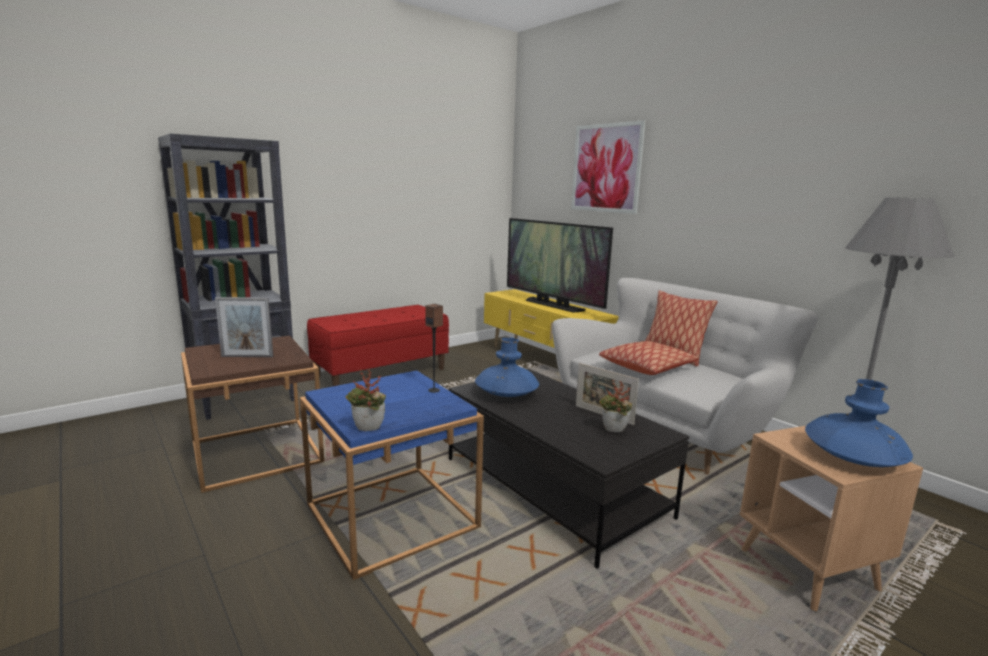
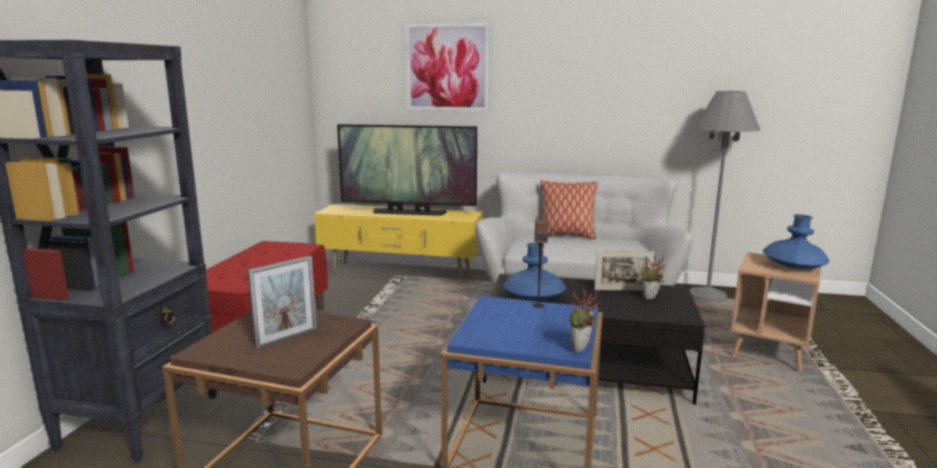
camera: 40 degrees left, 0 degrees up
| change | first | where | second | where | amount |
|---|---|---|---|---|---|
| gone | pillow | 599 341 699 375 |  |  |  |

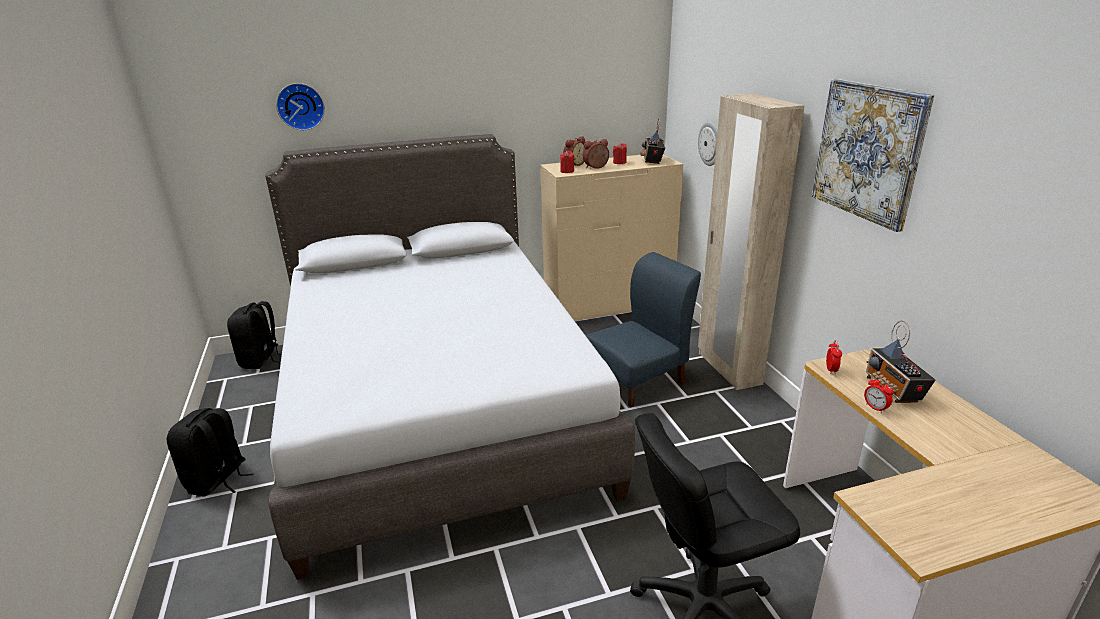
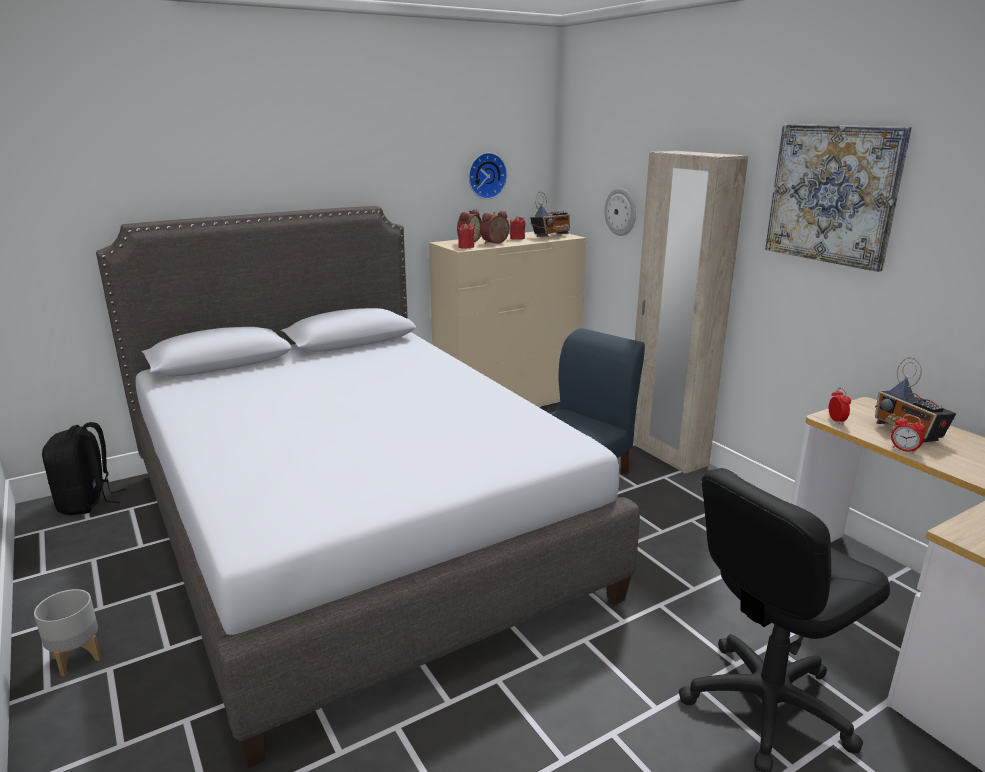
camera: 15 degrees left, 5 degrees down
| change | first | where | second | where | amount |
|---|---|---|---|---|---|
| swapped | black backpack | 167 408 254 497 | grey planter | 34 589 102 676 |  |
| shifted | wall clock | 276 83 325 130 |  | 469 153 507 199 |  |
| rotated | radio | 640 119 665 164 |  | 530 192 570 237 | 120 degrees counterclockwise |

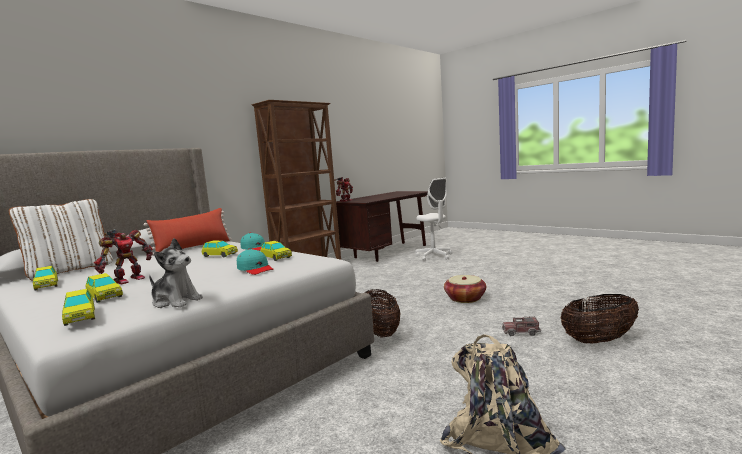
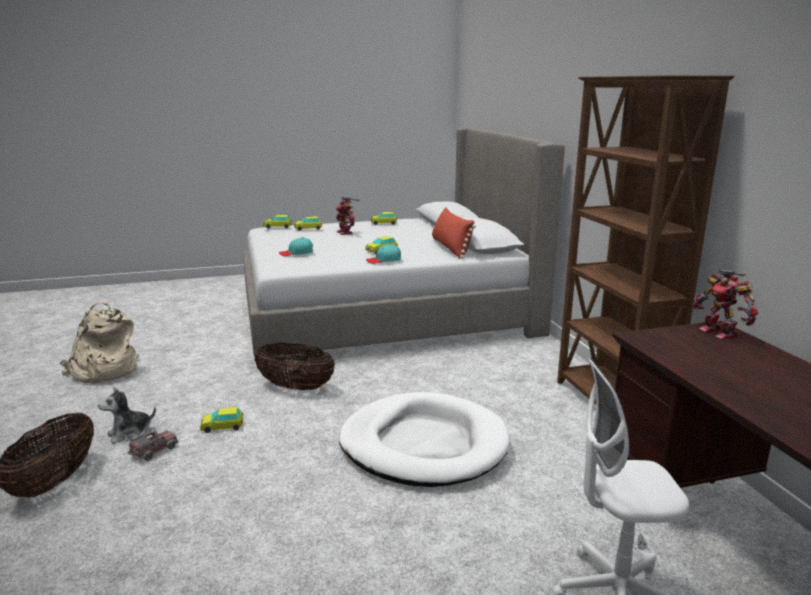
camera: 120 degrees right, 10 degrees up
| change | first | where | second | where | amount |
|---|---|---|---|---|---|
| shifted | plush toy | 149 238 203 308 |  | 98 388 156 444 |  |
| shifted | toy car | 260 241 292 261 |  | 200 407 243 433 |  |
| new |  |  | white dog bed | 339 392 510 487 |  |
| gone | white pillow | 9 199 113 280 |  |  |  |
| gone | basket | 444 275 486 303 |  |  |  |

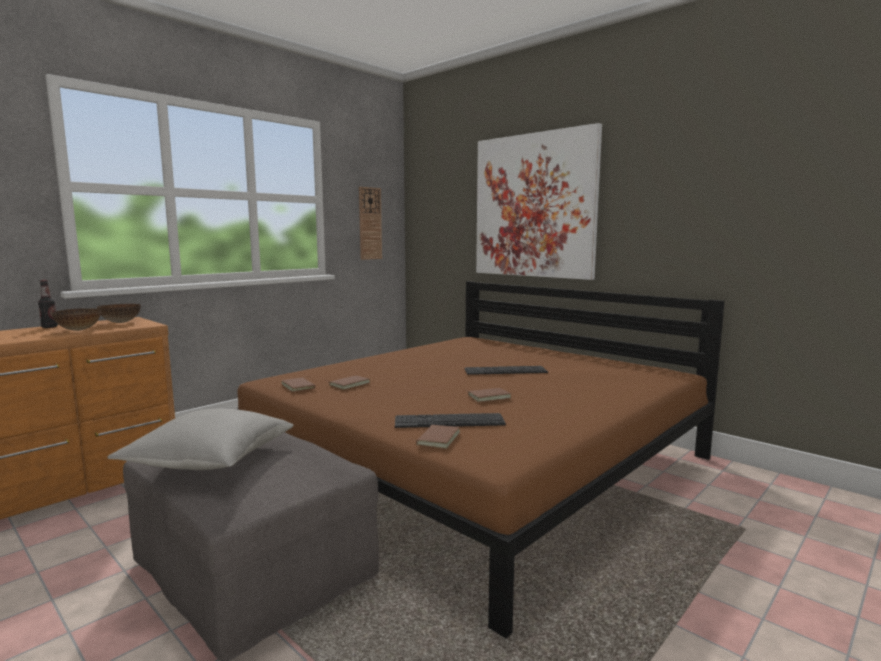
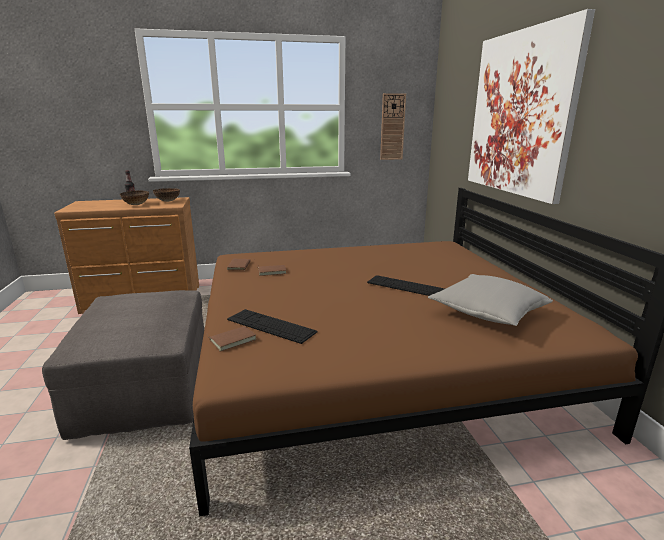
camera: 35 degrees right, 10 degrees up
| change | first | where | second | where | amount |
|---|---|---|---|---|---|
| shifted | grey pillow | 107 409 294 470 |  | 428 274 553 326 |  |
| gone | brown book | 465 388 511 402 |  |  |  |

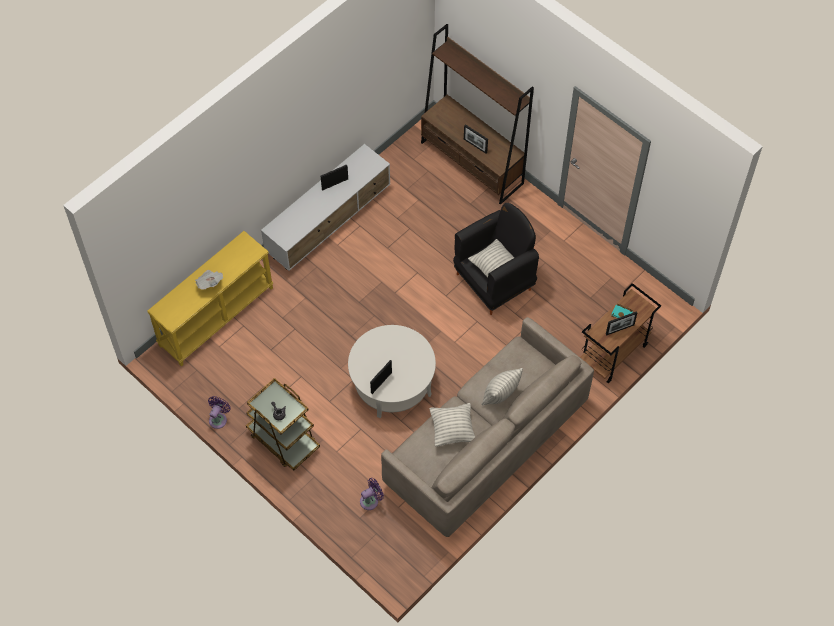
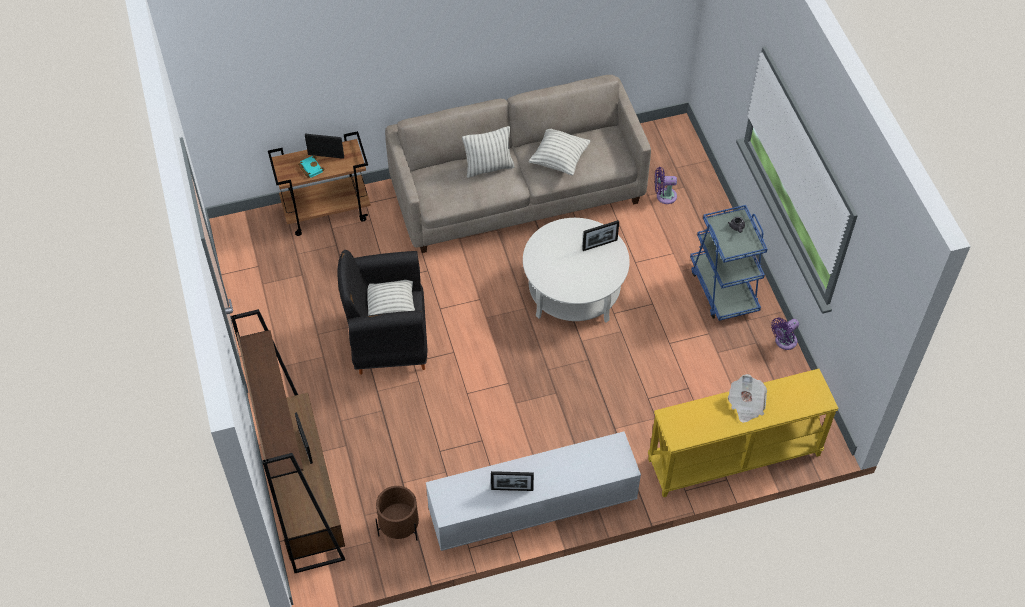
camera: 150 degrees left, 5 degrees down
| change | first | where | second | where | amount |
|---|---|---|---|---|---|
| new |  |  | brown planter | 375 486 419 541 |  |
| repainted | brown cart | 246 378 320 471 | blue cart | 690 205 767 321 |  |

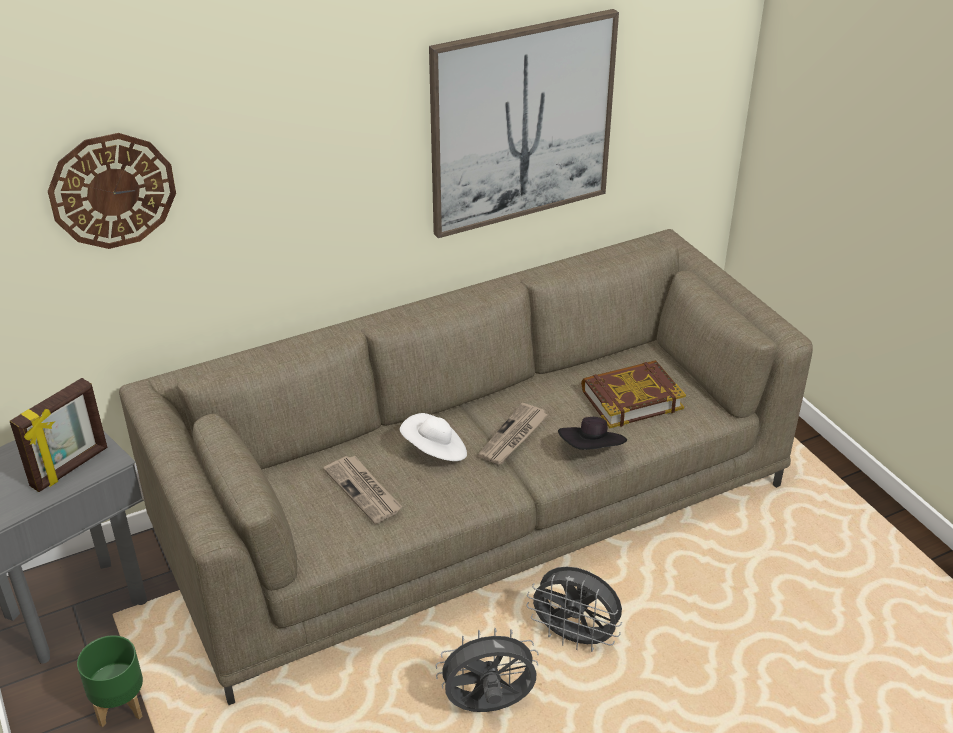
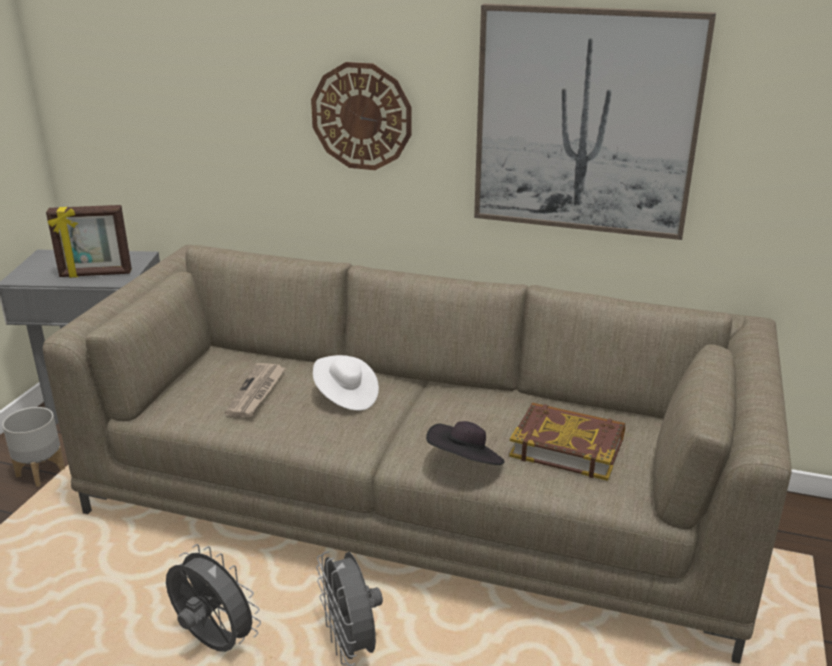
camera: 45 degrees right, 10 degrees down
| change | first | where | second | where | amount |
|---|---|---|---|---|---|
| repainted | green planter | 77 635 143 727 | grey planter | 2 407 65 487 |  |
| shifted | wall clock | 48 133 176 249 |  | 311 62 411 170 |  |
| gone | newspaper | 478 403 548 465 |  |  |  |

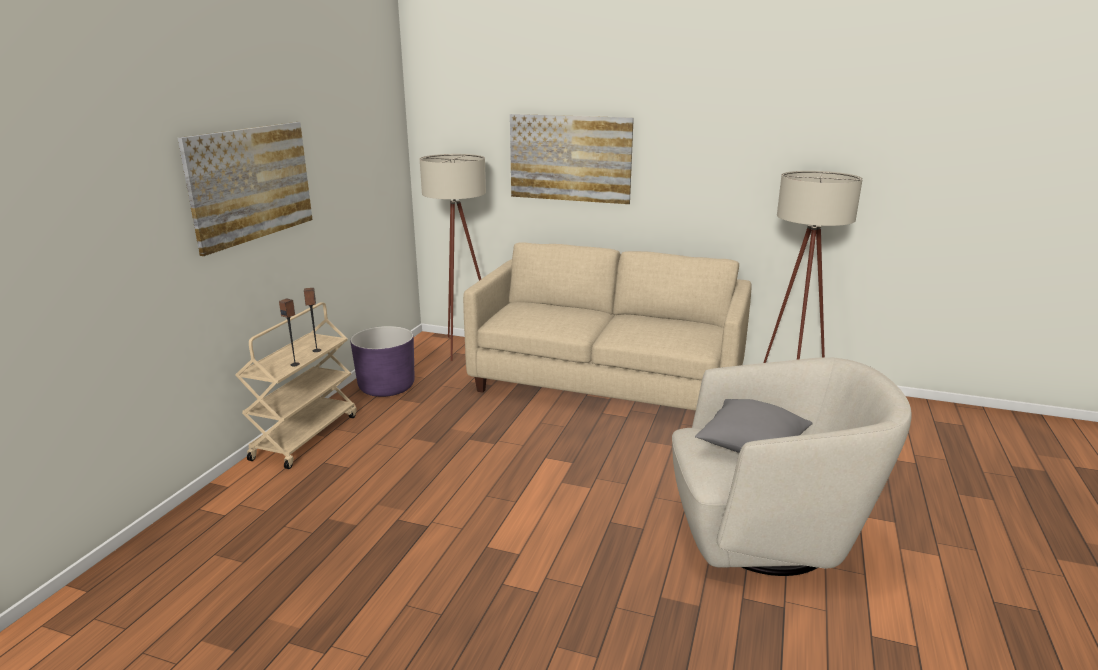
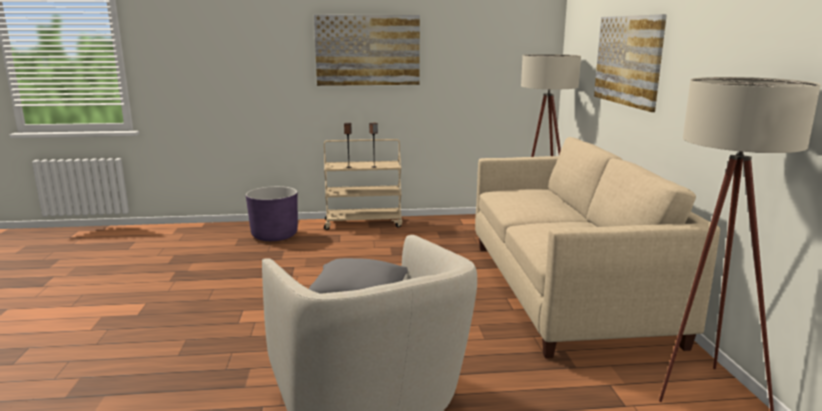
camera: 65 degrees right, 5 degrees down
| change | first | where | second | where | amount |
|---|---|---|---|---|---|
| shifted | purple planter | 350 326 414 397 |  | 246 186 298 241 |  |

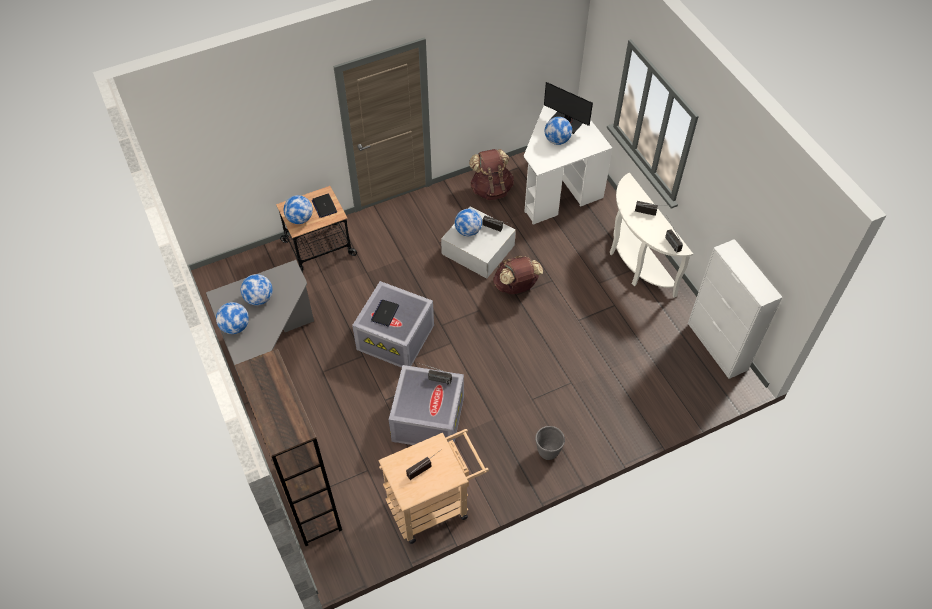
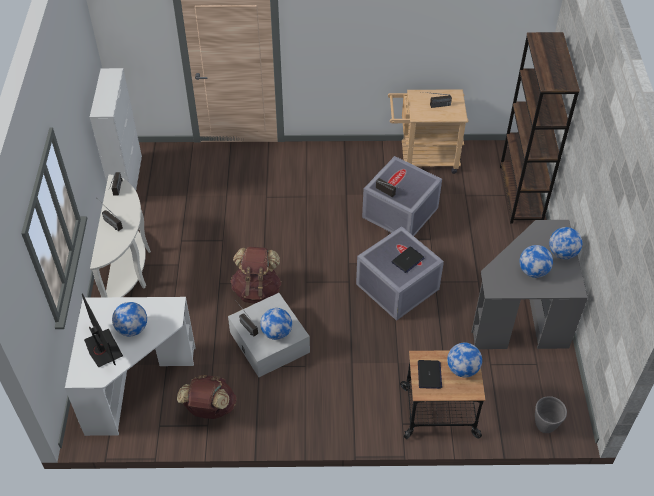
camera: 155 degrees left, 5 degrees down
| change | first | where | second | where | amount |
|---|---|---|---|---|---|
| shifted | grey planter | 535 426 565 460 |  | 535 396 567 433 |  |

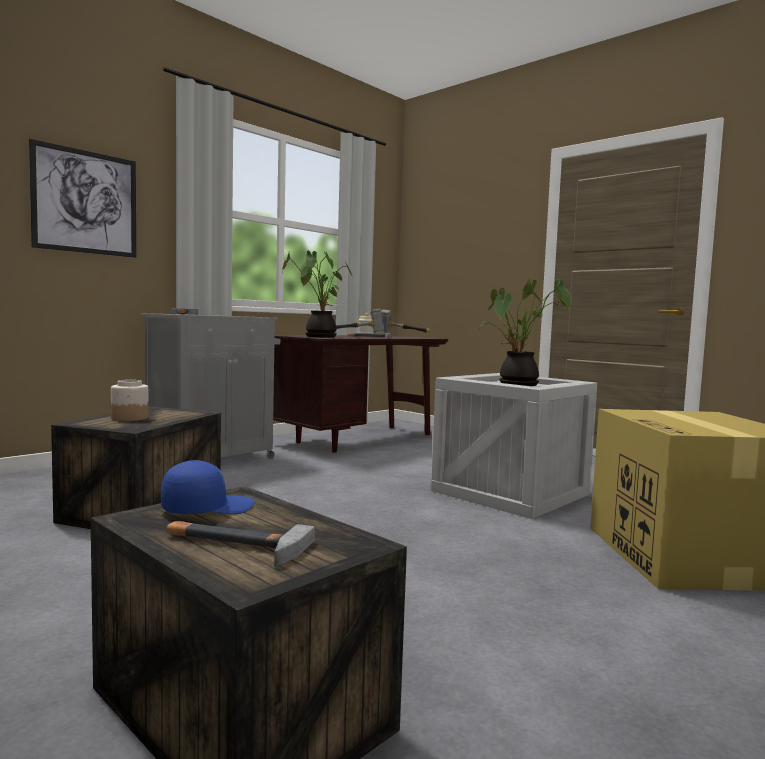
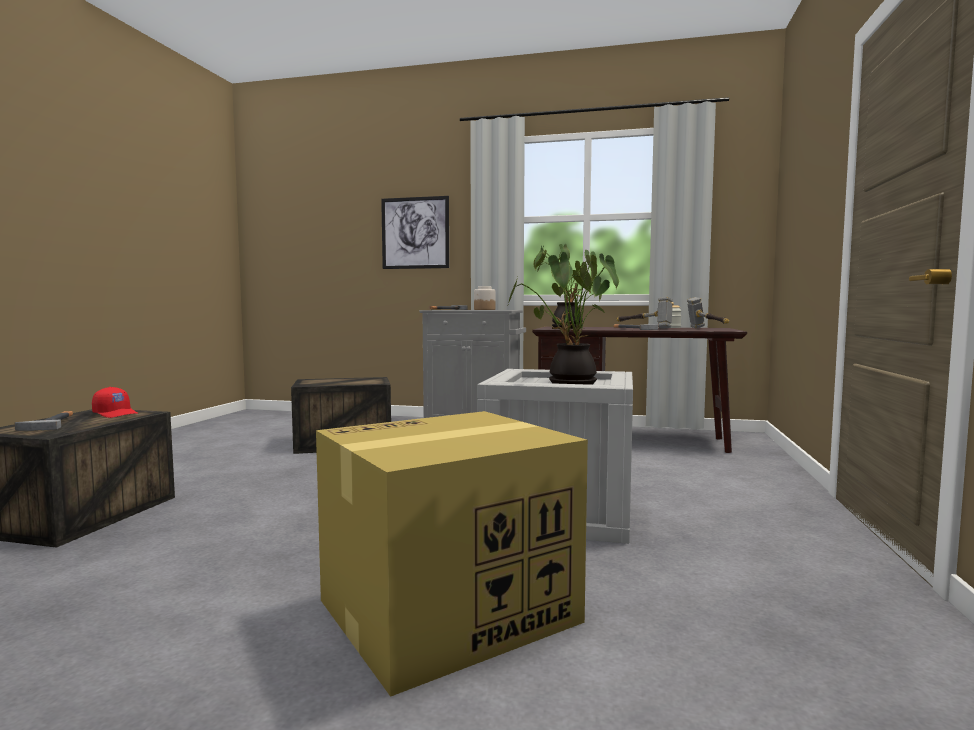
camera: 60 degrees right, 0 degrees up
| change | first | where | second | where | amount |
|---|---|---|---|---|---|
| repainted | blue cap | 161 460 254 514 | red cap | 92 387 138 418 |  |
| shifted | jar | 111 380 149 421 |  | 474 286 495 310 |  |

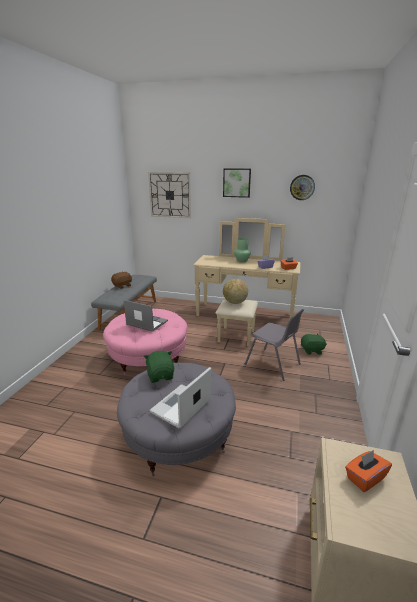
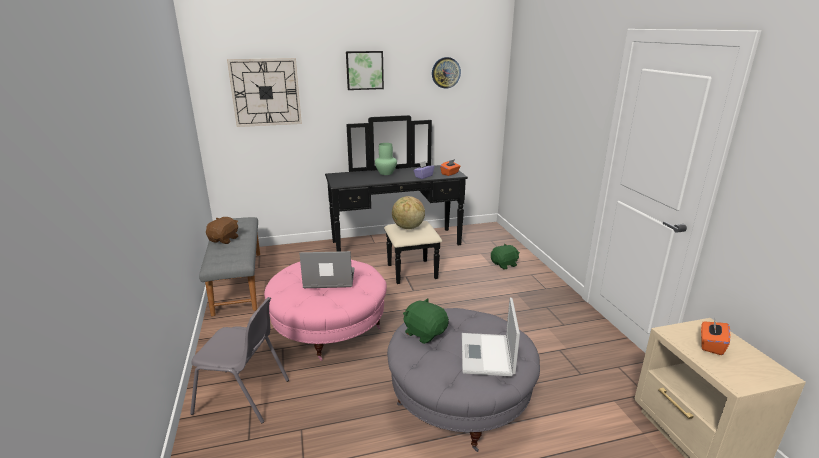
camera: 30 degrees left, 0 degrees up
| change | first | where | second | where | amount |
|---|---|---|---|---|---|
| shifted | grey chair | 245 309 304 381 |  | 190 297 289 423 |  |
| repainted | beige dresser | 193 218 301 346 | black dresser | 325 115 468 284 |  |

